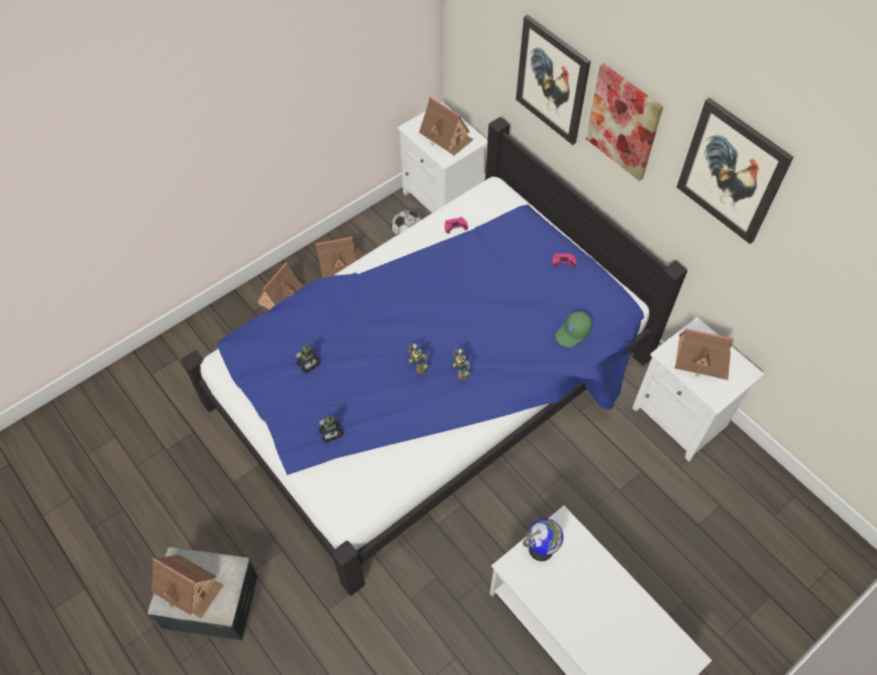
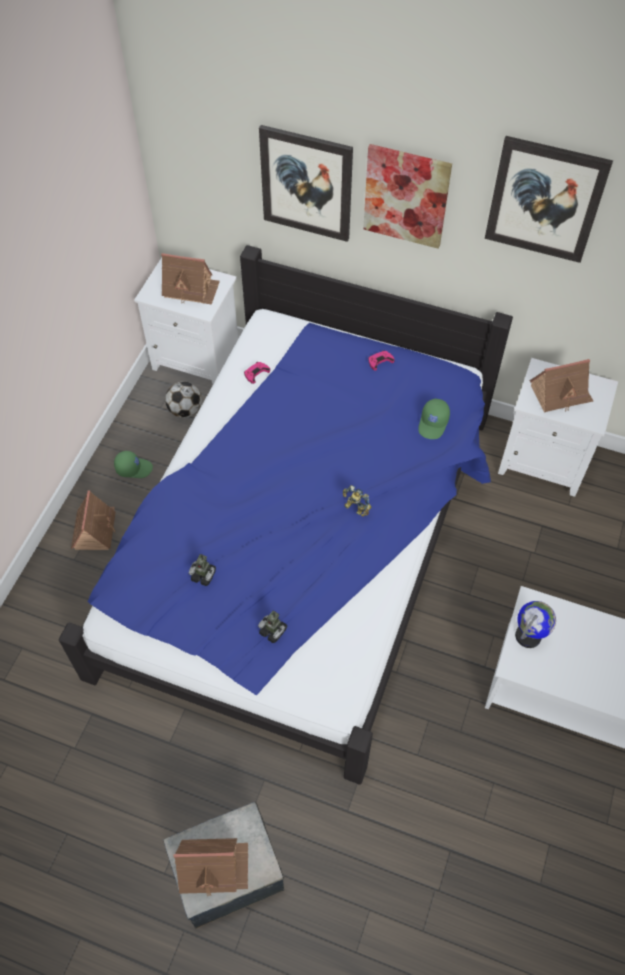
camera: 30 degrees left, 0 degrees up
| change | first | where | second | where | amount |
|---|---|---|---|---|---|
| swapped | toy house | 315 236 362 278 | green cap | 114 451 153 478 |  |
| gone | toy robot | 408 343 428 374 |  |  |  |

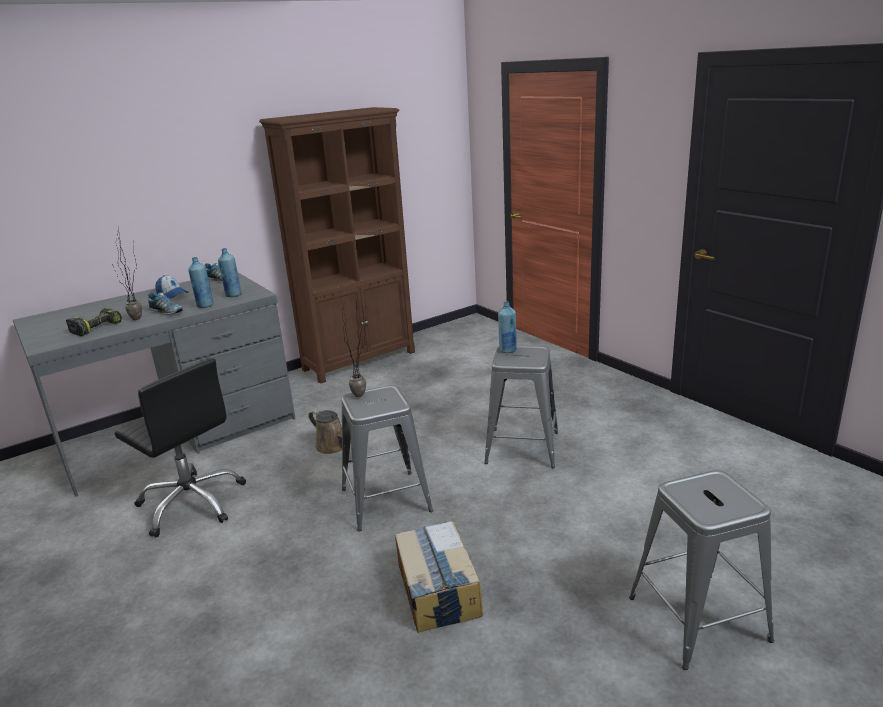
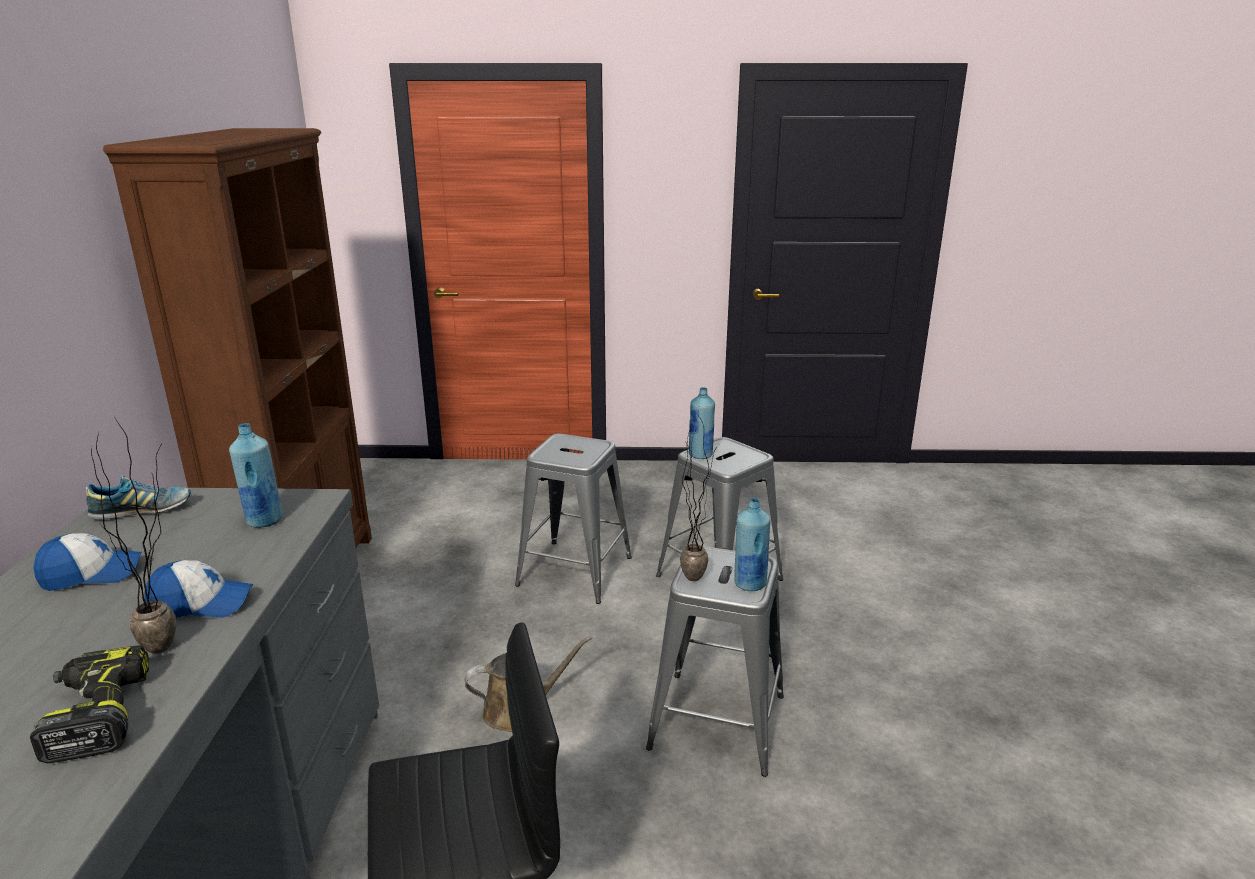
camera: 55 degrees left, 0 degrees up
| change | first | where | second | where | amount |
|---|---|---|---|---|---|
| swapped | shoe | 148 293 183 314 | cap | 144 560 253 618 |  |
| shifted | grey stool | 629 470 774 670 |  | 515 434 632 604 |  |
| shifted | blue bottle | 188 257 214 308 |  | 734 498 770 591 |  |
| gone | cardboard box | 395 521 483 633 |  |  |  |

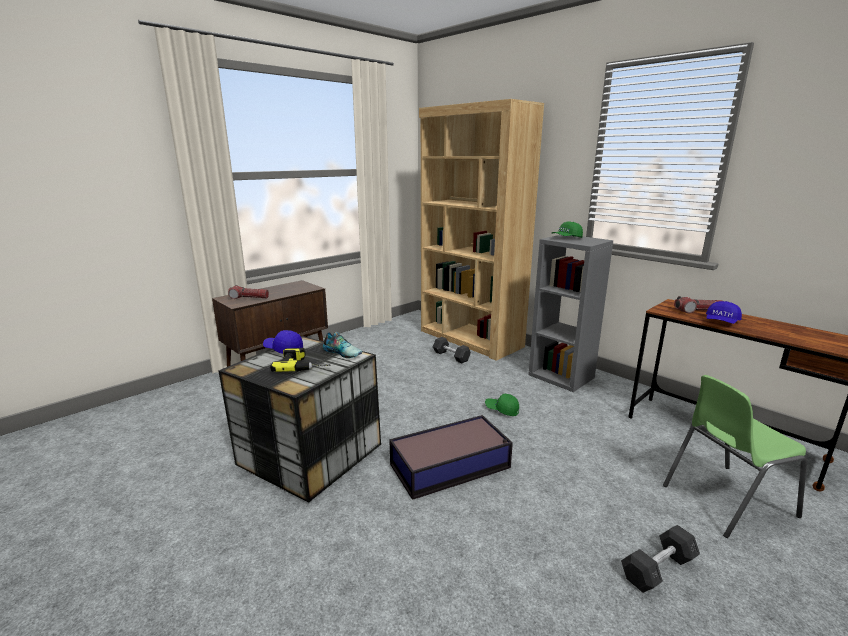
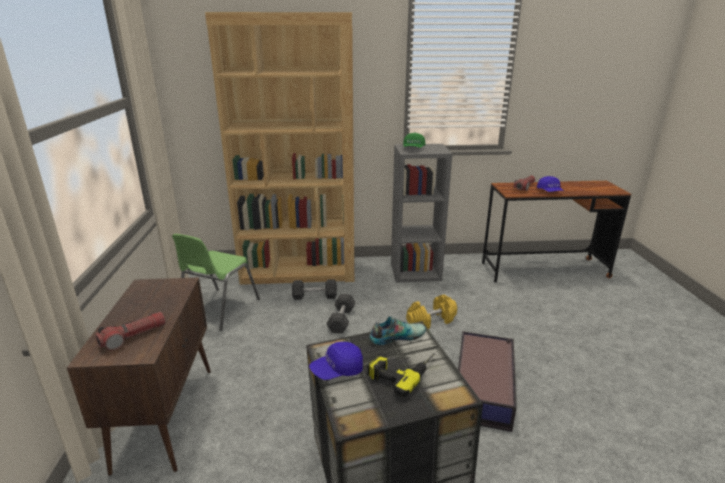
camera: 50 degrees left, 5 degrees up
| change | first | where | second | where | amount |
|---|---|---|---|---|---|
| shifted | green chair | 663 375 807 538 |  | 172 234 260 331 |  |
| shifted | grey dumbbell | 621 525 700 593 |  | 326 294 355 334 |  |
| swapped | green cap | 485 394 519 416 | yellow dumbbell | 406 295 457 329 |  |

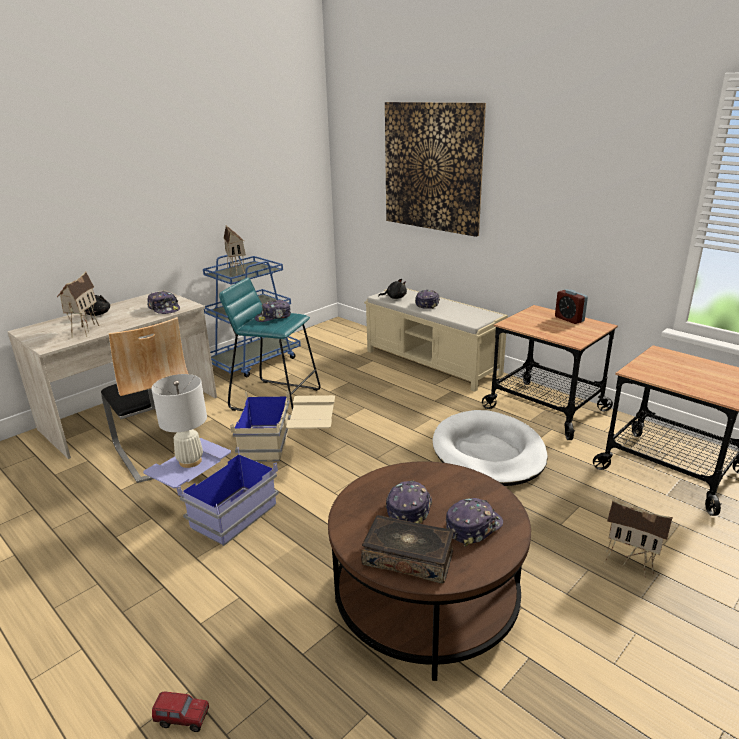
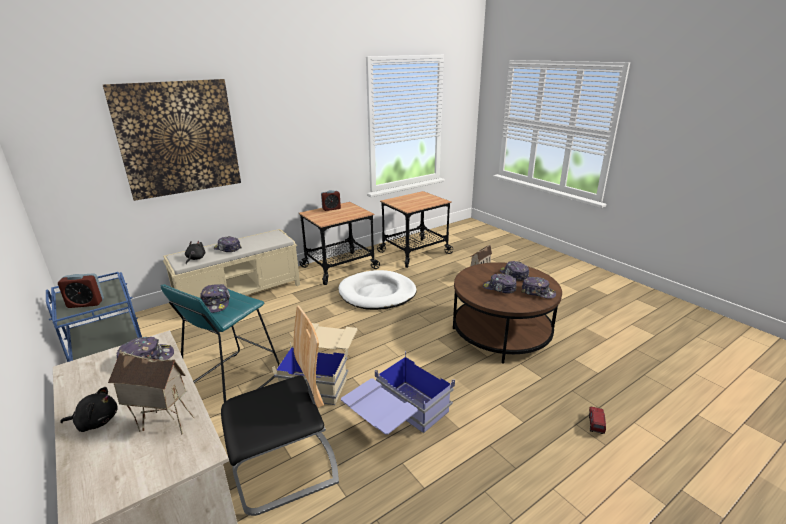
camera: 80 degrees left, 0 degrees up
| change | first | where | second | where | amount |
|---|---|---|---|---|---|
| swapped | toy house | 224 225 246 276 | alarm clock | 58 273 104 308 |  |
| swapped | book | 361 515 454 584 | cap | 522 277 556 299 |  |
| gone | white table lamp | 151 374 207 468 |  |  |  |

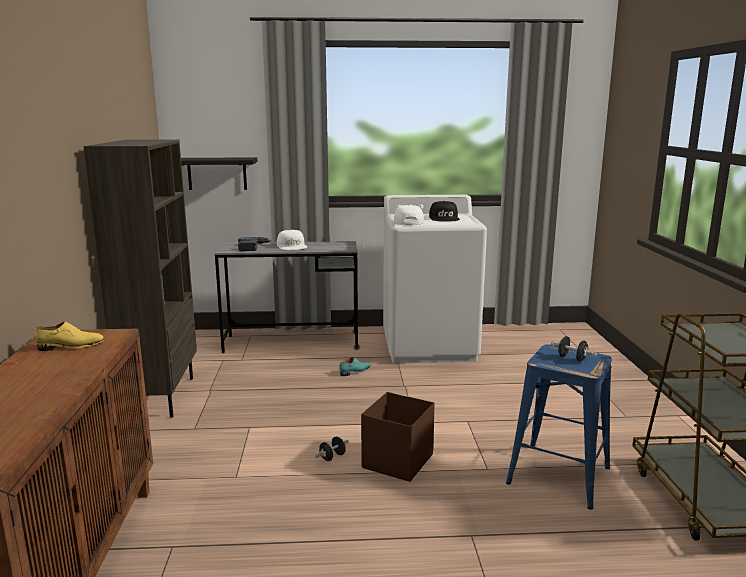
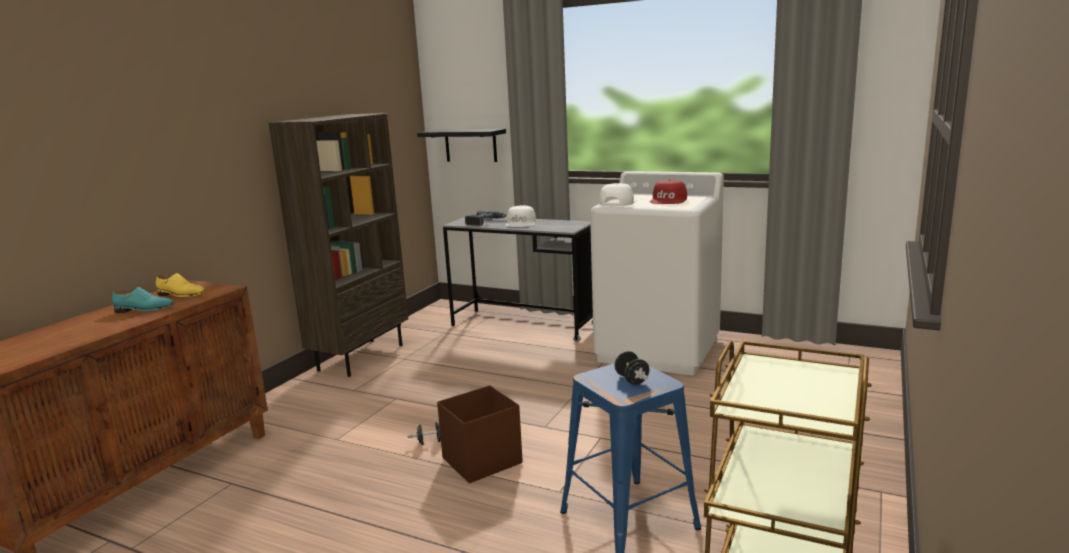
camera: 30 degrees right, 0 degrees up
| change | first | where | second | where | amount |
|---|---|---|---|---|---|
| shifted | turquoise shoe | 339 357 371 376 |  | 112 287 173 313 |  |
| repainted | black cap | 429 201 460 221 | red cap | 650 180 687 204 |  |

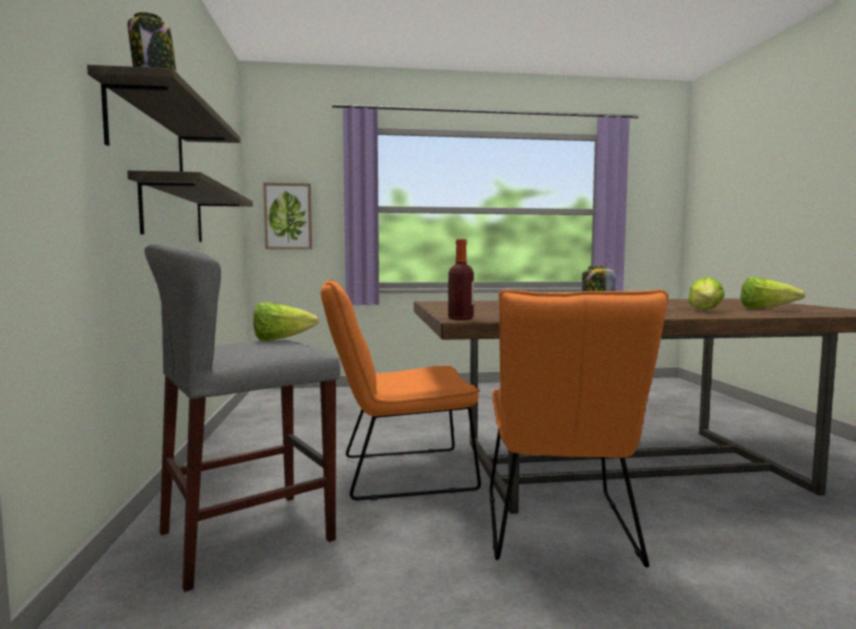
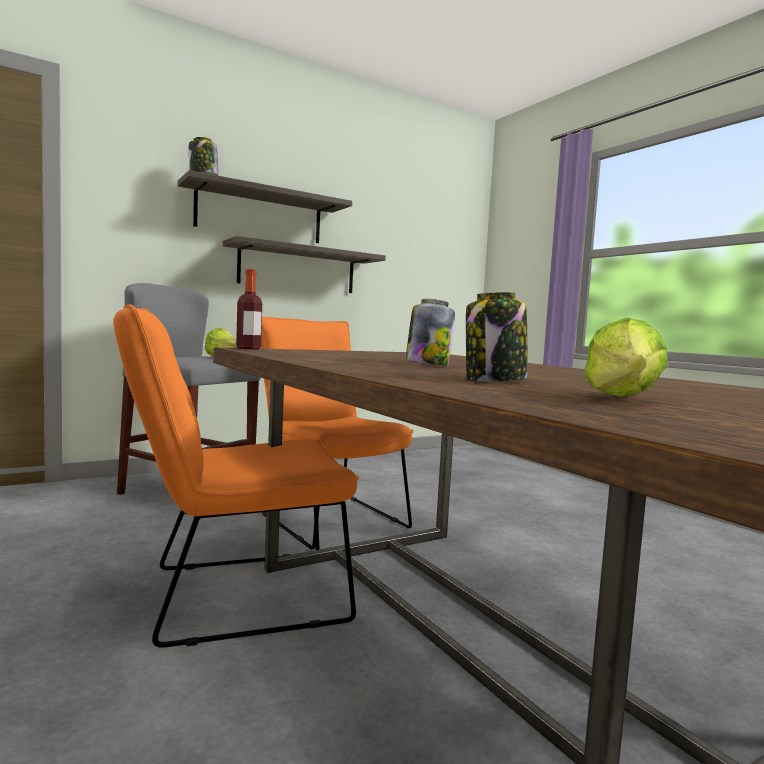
camera: 65 degrees right, 0 degrees up
| change | first | where | second | where | amount |
|---|---|---|---|---|---|
| swapped | lettuce | 688 277 725 310 | jar | 466 292 527 382 |  |
| gone | picture | 263 183 312 249 |  |  |  |

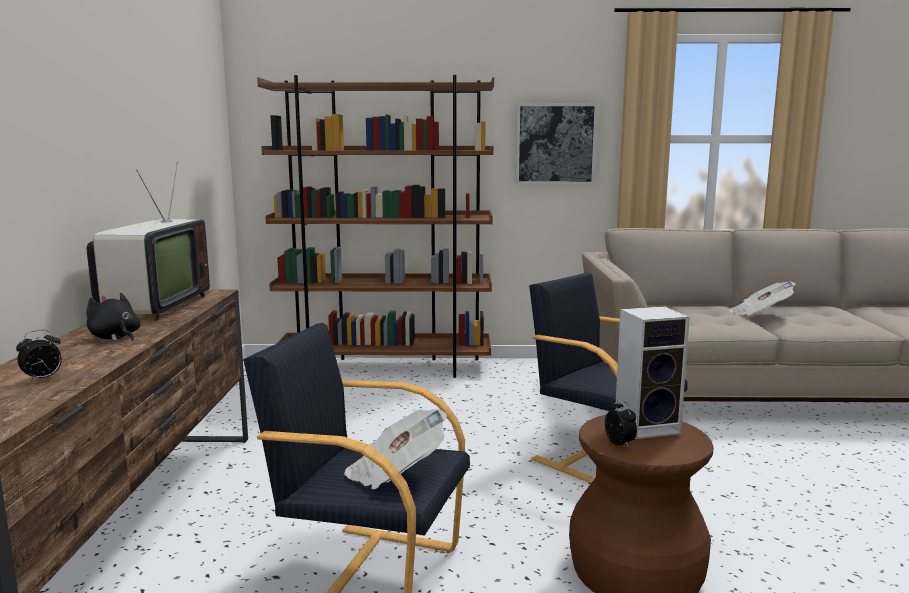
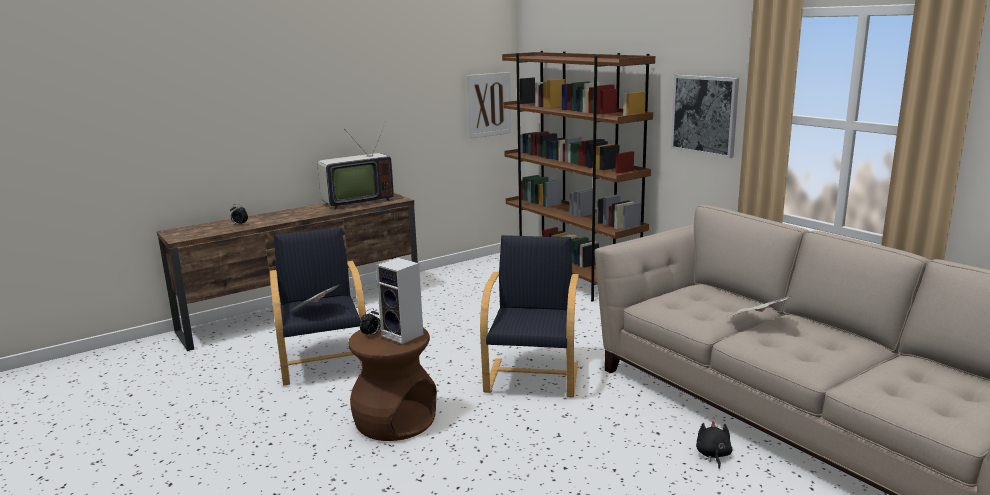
camera: 55 degrees right, 5 degrees up
| change | first | where | second | where | amount |
|---|---|---|---|---|---|
| new |  |  | picture | 466 72 511 139 |  |
| shifted | black plush toy | 87 293 141 341 |  | 696 421 732 469 |  |

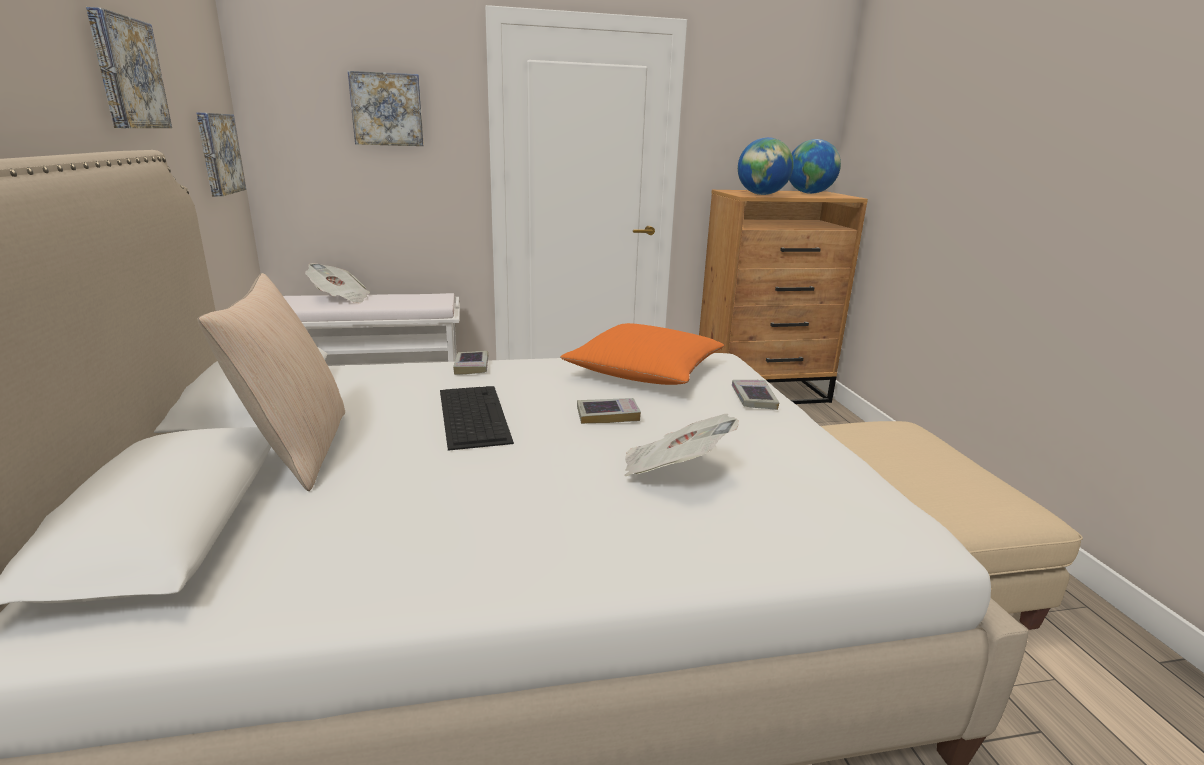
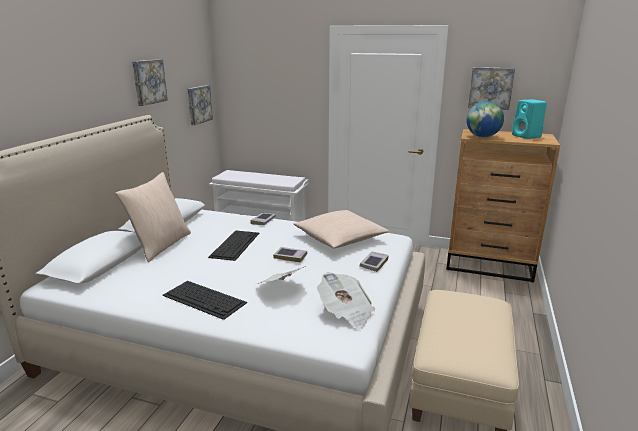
camera: 30 degrees right, 0 degrees up
| change | first | where | second | where | amount |
|---|---|---|---|---|---|
| new |  |  | keyboard | 163 281 247 320 |  |
| repainted | orange pillow | 560 323 725 385 | beige pillow | 294 210 389 248 |  |
| shifted | newspaper | 305 263 370 303 |  | 317 272 375 328 |  |
| shifted | picture | 348 71 424 146 |  | 468 67 515 110 |  |
| swapped | globe | 789 139 841 194 | turquoise speaker | 512 99 547 139 |  |

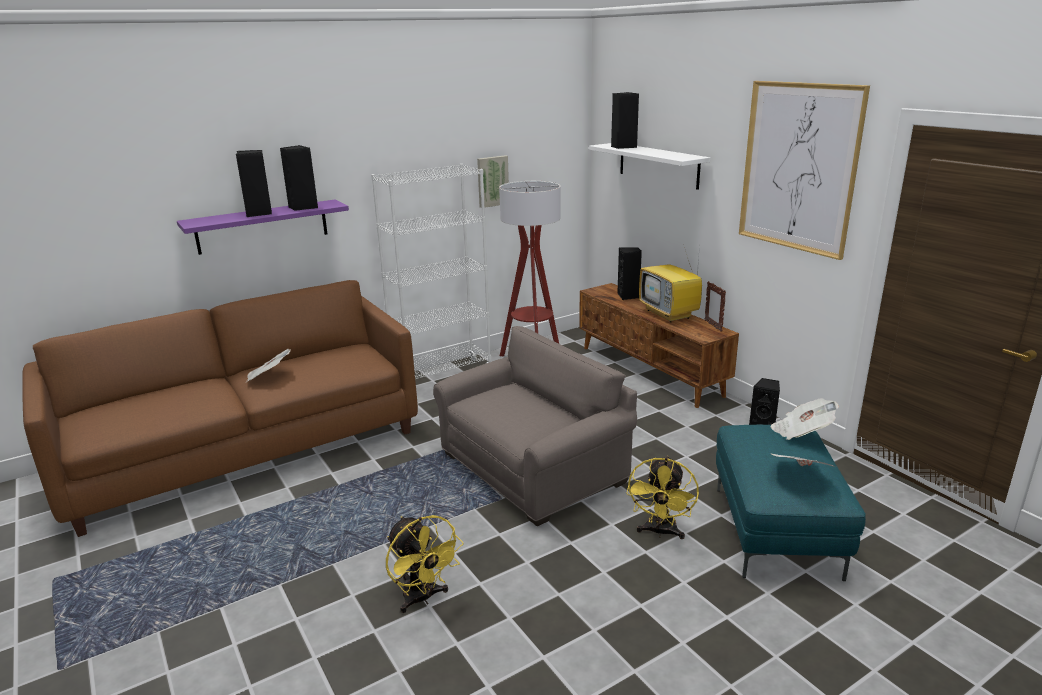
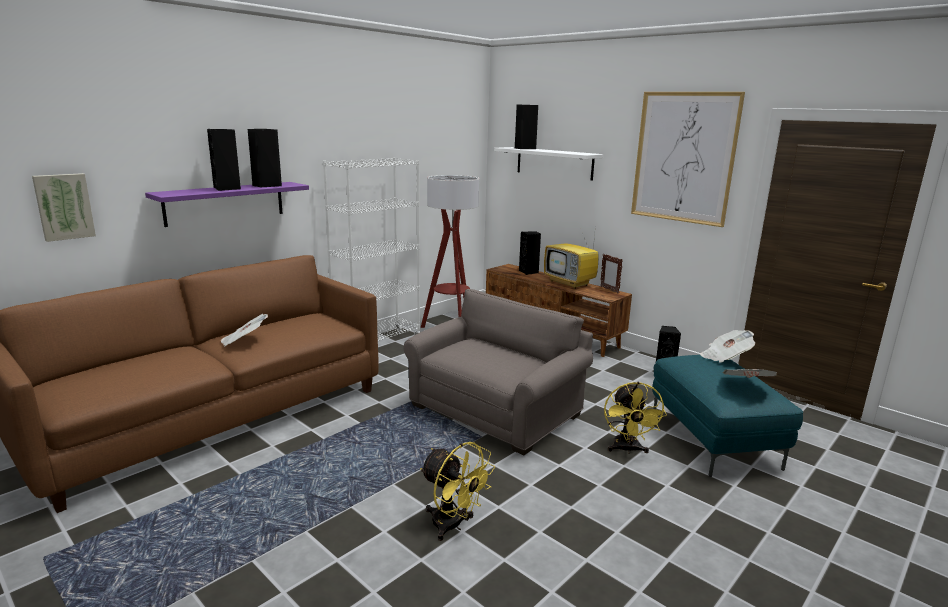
camera: 15 degrees left, 5 degrees down
| change | first | where | second | where | amount |
|---|---|---|---|---|---|
| shifted | picture | 477 155 509 208 |  | 32 173 96 242 |  |

